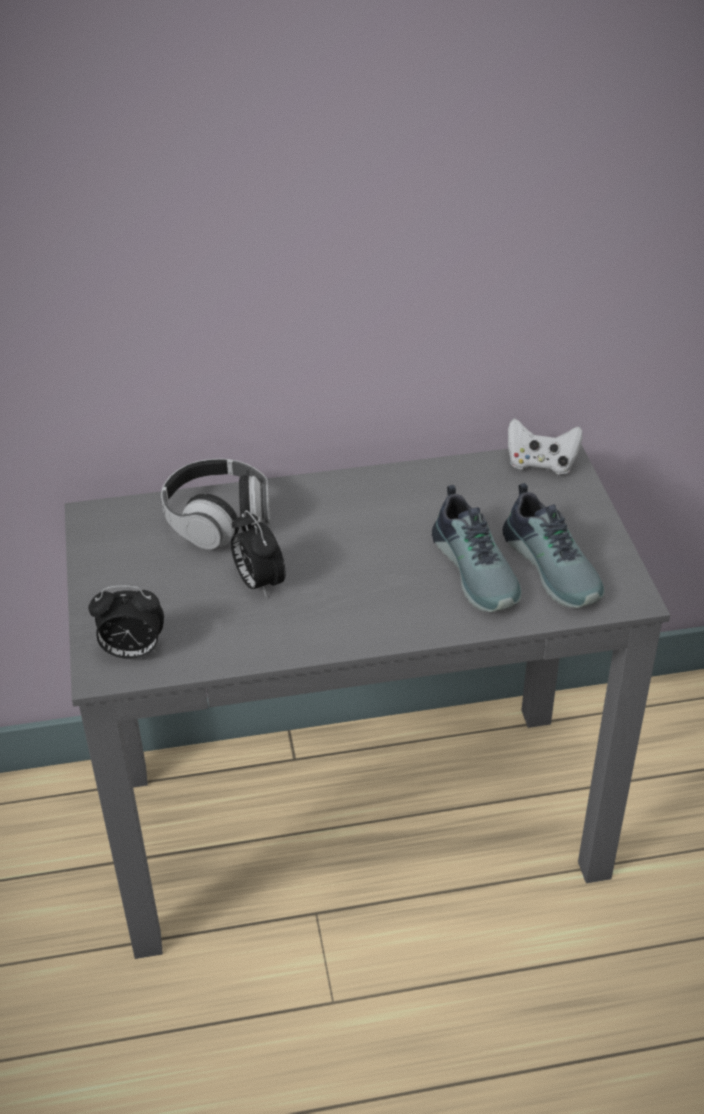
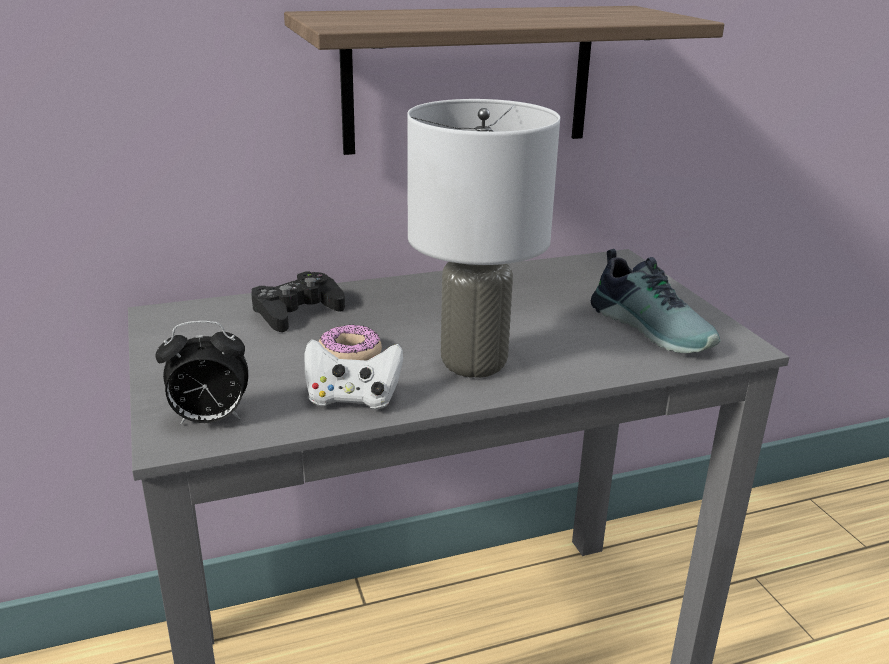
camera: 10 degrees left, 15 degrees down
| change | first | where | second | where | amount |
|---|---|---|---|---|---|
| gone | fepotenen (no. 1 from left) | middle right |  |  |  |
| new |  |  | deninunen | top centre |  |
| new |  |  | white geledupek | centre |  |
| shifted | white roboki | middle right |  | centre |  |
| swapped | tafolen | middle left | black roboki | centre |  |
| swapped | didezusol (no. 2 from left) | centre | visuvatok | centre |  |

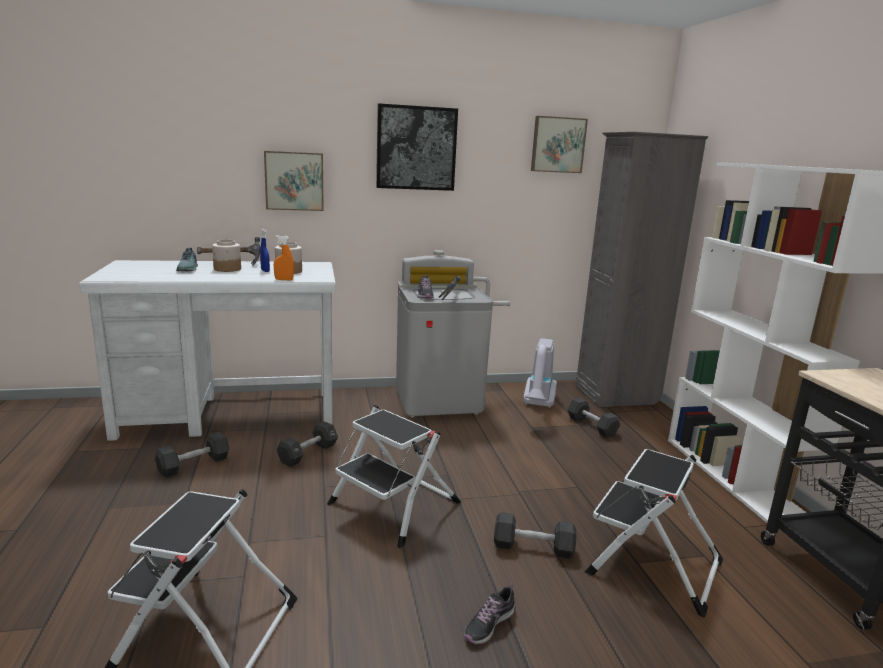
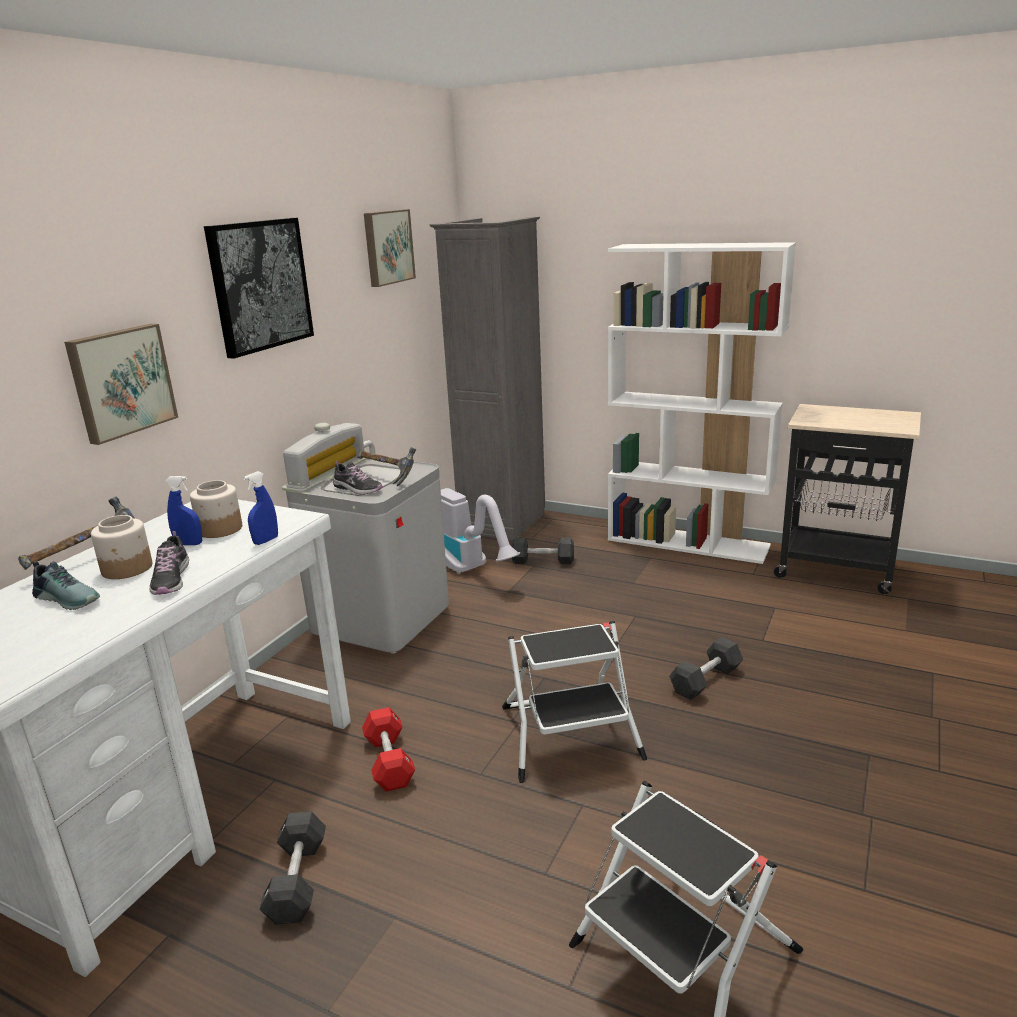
camera: 50 degrees left, 5 degrees up
| change | first | where | second | where | amount |
|---|---|---|---|---|---|
| gone | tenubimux (no. 3 from left) | bottom right |  |  |  |
| shifted | fepotenen (no. 3 from left in the first image) | bottom centre | fepotenen (no. 2 from left) | middle left |  |
| repainted | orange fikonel | middle left | blue fikonel (no. 2 from left) | middle left |  |
| repainted | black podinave (no. 2 from left) | centre | red podinave | bottom centre |  |

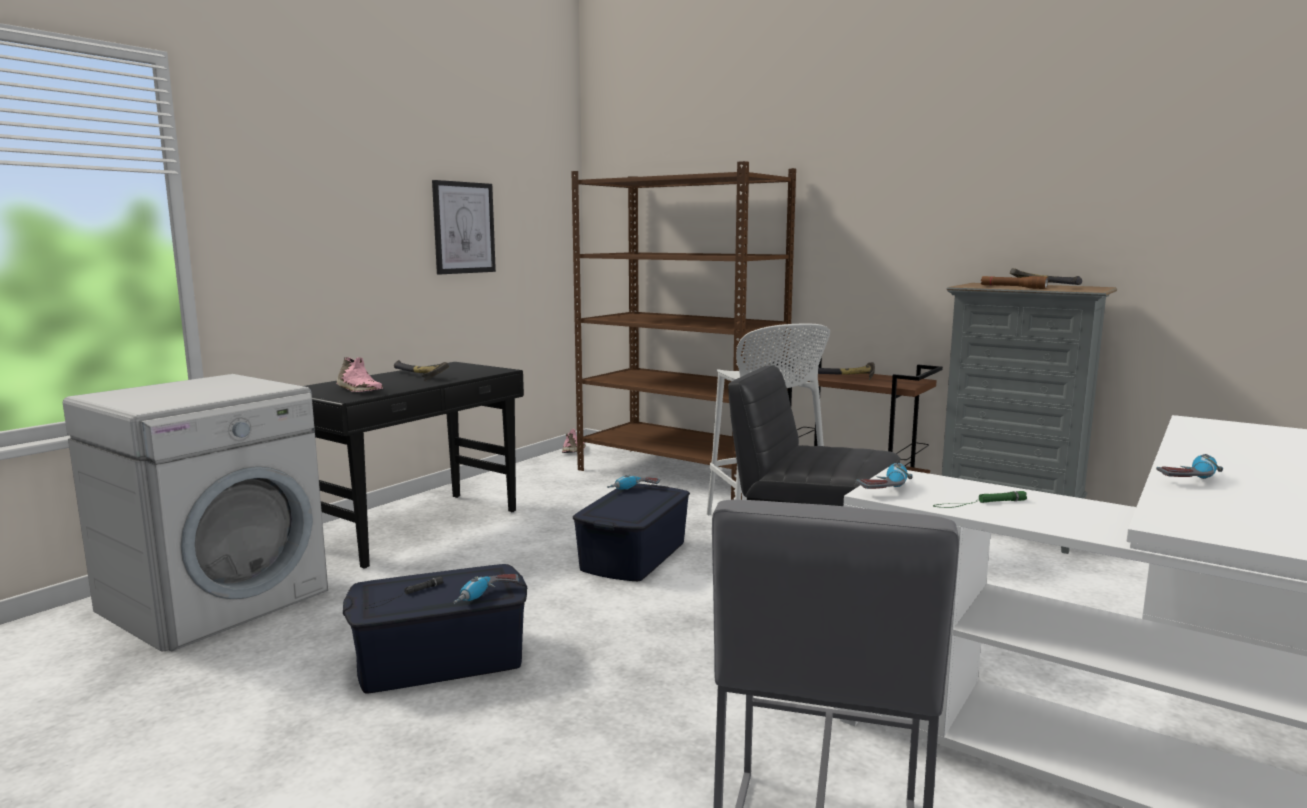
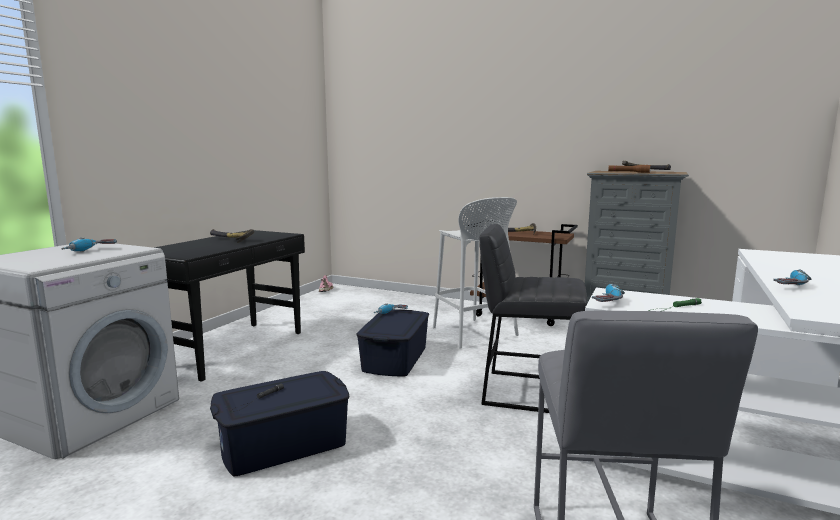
camera: 10 degrees left, 0 degrees up
| change | first | where | second | where | amount |
|---|---|---|---|---|---|
| gone | pink fepotenen (no. 1 from left) | middle left |  |  |  |
| gone | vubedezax | top centre |  |  |  |
| gone | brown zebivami | centre |  |  |  |
| shifted | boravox (no. 1 from left) | bottom centre |  | middle left |  |

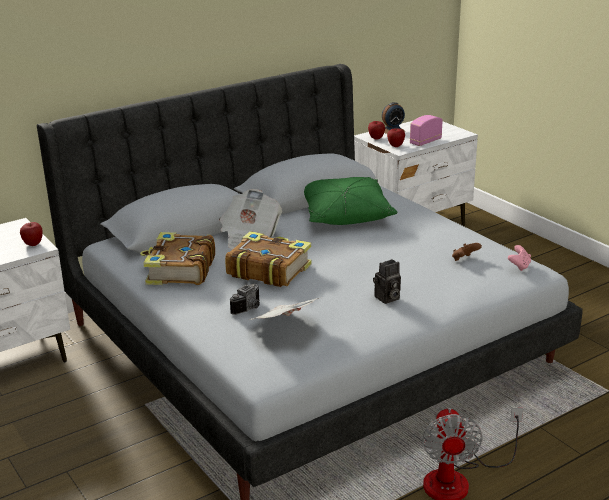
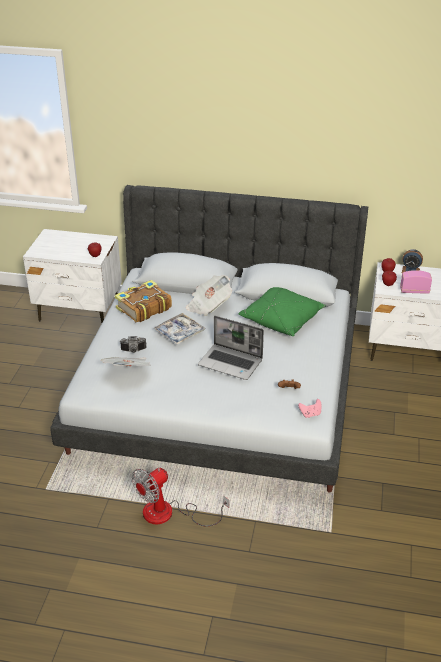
camera: 45 degrees right, 10 degrees up
| change | first | where | second | where | amount |
|---|---|---|---|---|---|
| gone | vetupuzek (no. 2 from left) | centre |  |  |  |
| new |  |  | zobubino | centre |  |
| swapped | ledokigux (no. 2 from left) | centre | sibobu | centre |  |

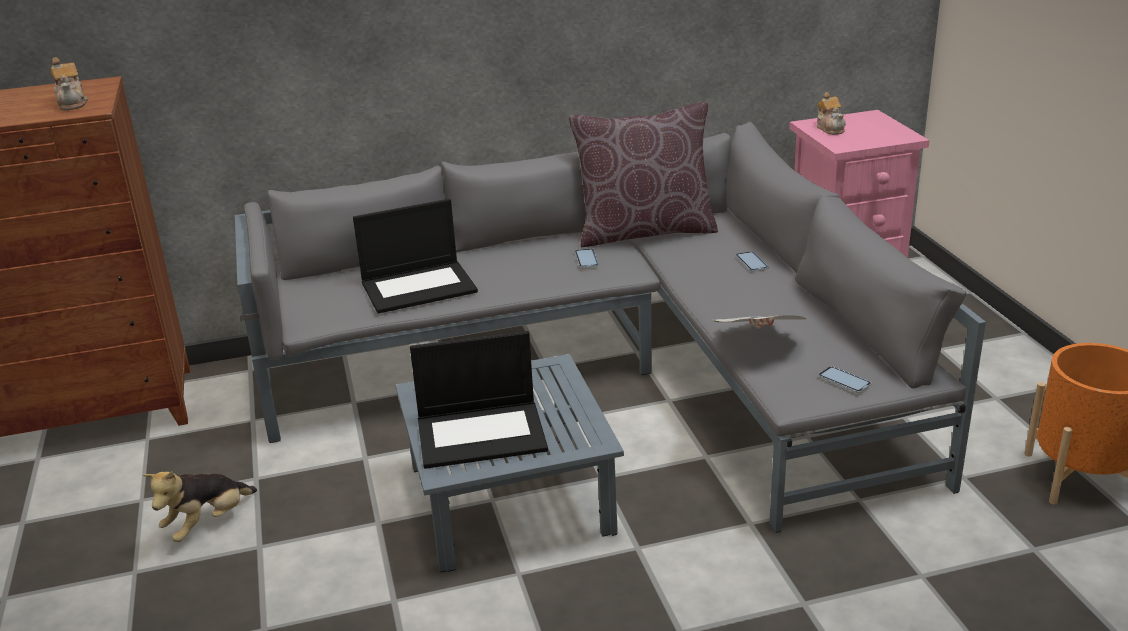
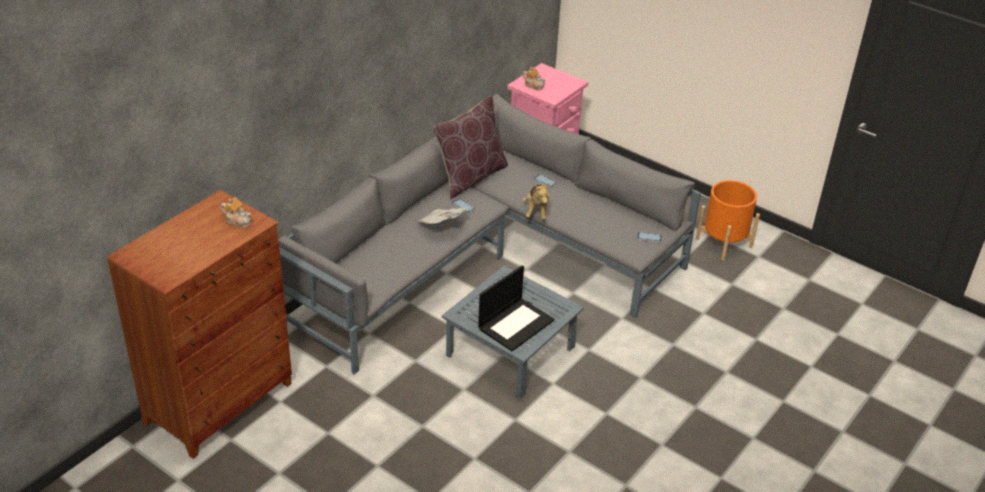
camera: 40 degrees left, 10 degrees up
| change | first | where | second | where | amount |
|---|---|---|---|---|---|
| gone | zobubino (no. 1 from left) | centre |  |  |  |
| shifted | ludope | bottom left |  | centre |  |
| shifted | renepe | middle right |  | centre |  |

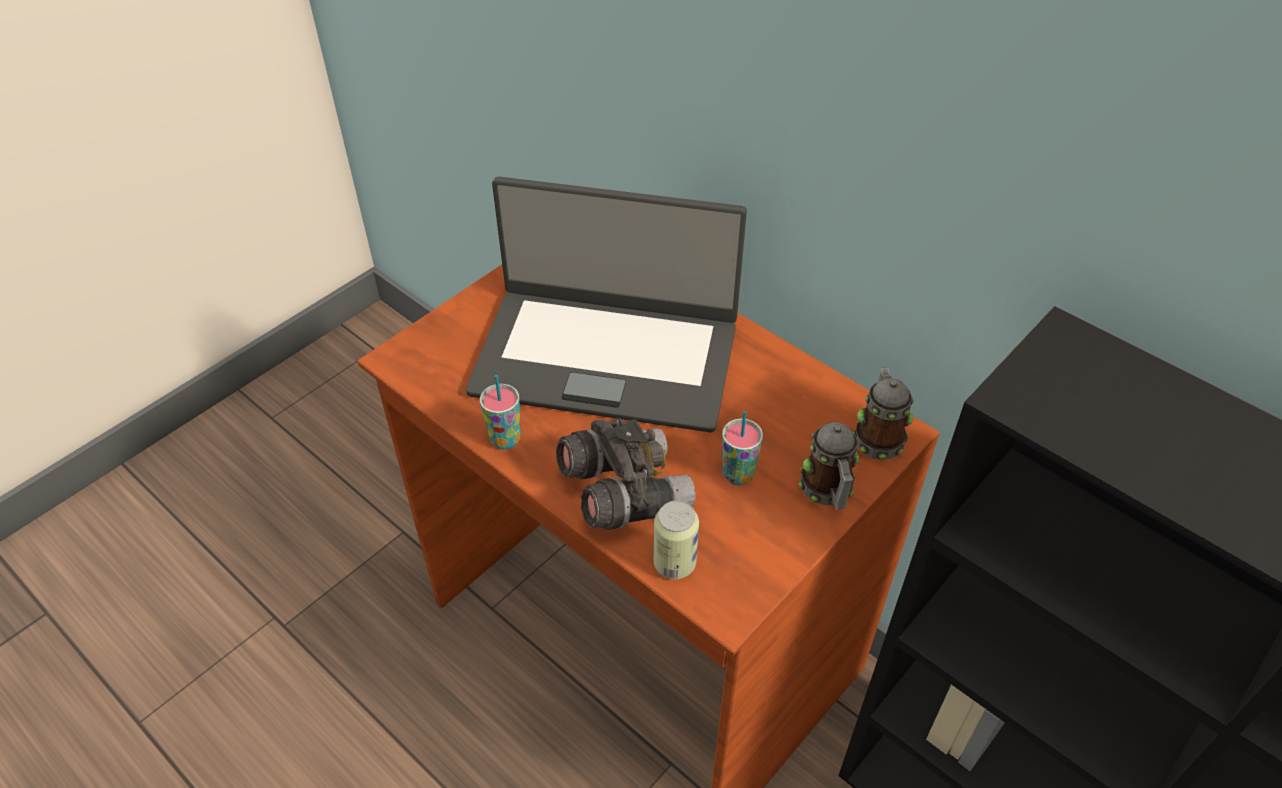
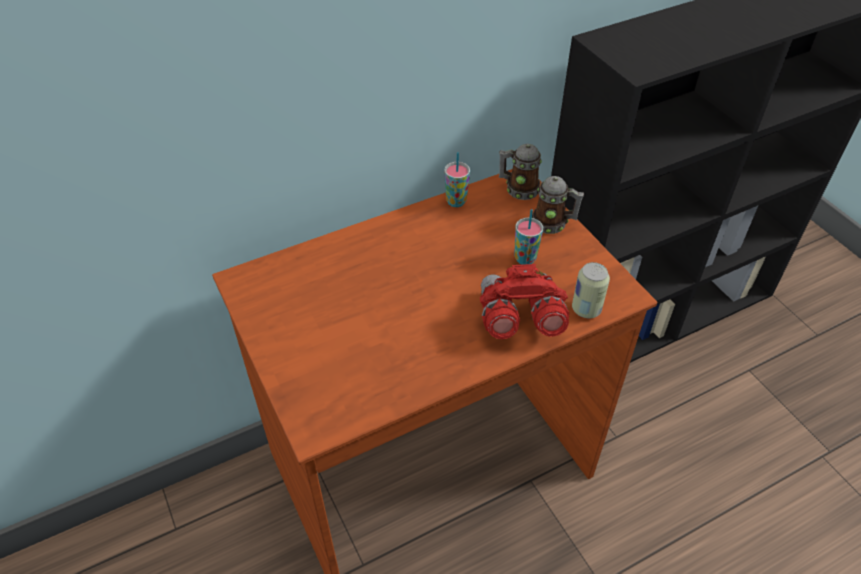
camera: 70 degrees left, 0 degrees up
| change | first | where | second | where | amount |
|---|---|---|---|---|---|
| gone | zobubino | centre |  |  |  |
| shifted | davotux (no. 1 from left) | centre |  | top centre |  |
| repainted | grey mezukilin | centre | red mezukilin | centre |  |

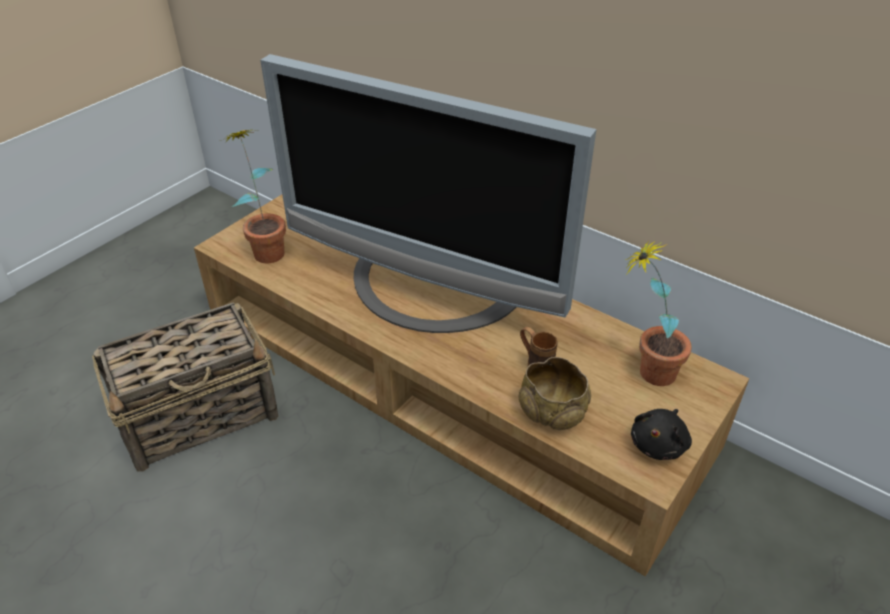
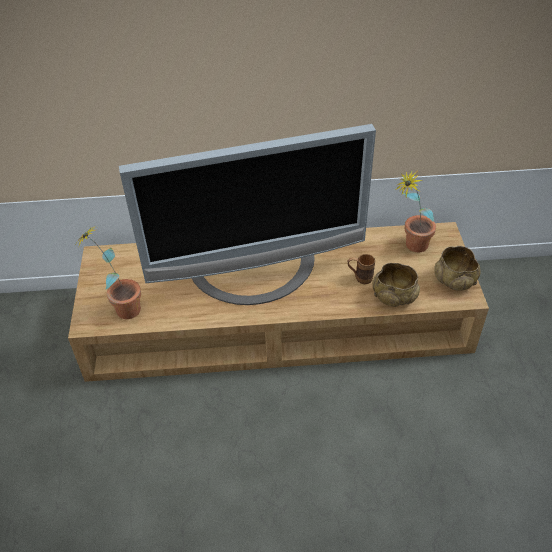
camera: 40 degrees left, 5 degrees up
| change | first | where | second | where | amount |
|---|---|---|---|---|---|
| gone | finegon | middle left |  |  |  |
| swapped | black ludope | bottom right | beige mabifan (no. 2 from left) | middle right |  |

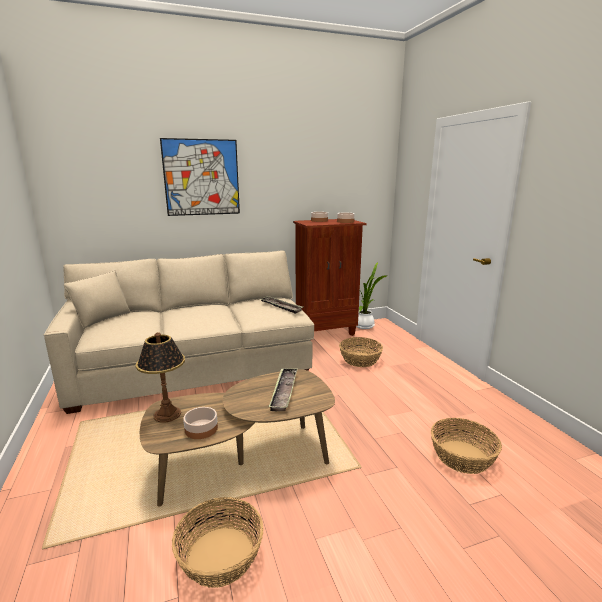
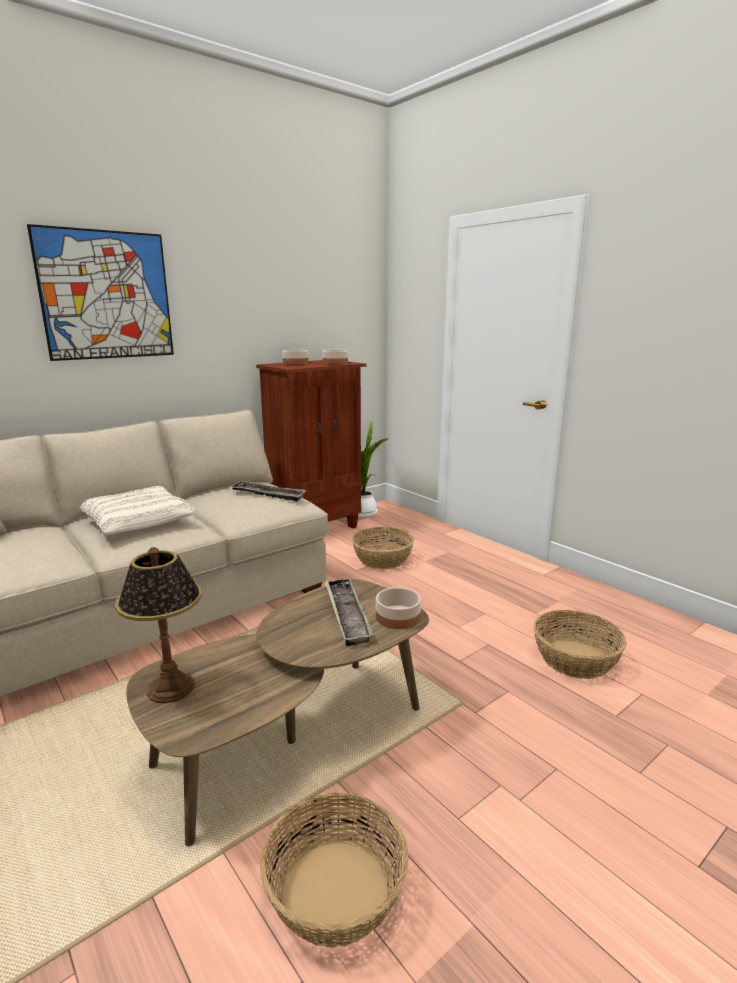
camera: 20 degrees left, 0 degrees up
| change | first | where | second | where | amount |
|---|---|---|---|---|---|
| new |  |  | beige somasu | middle left |  |
| shifted | mabifan (no. 1 from left in the first image) | bottom left | mabifan (no. 3 from left) | centre |  |

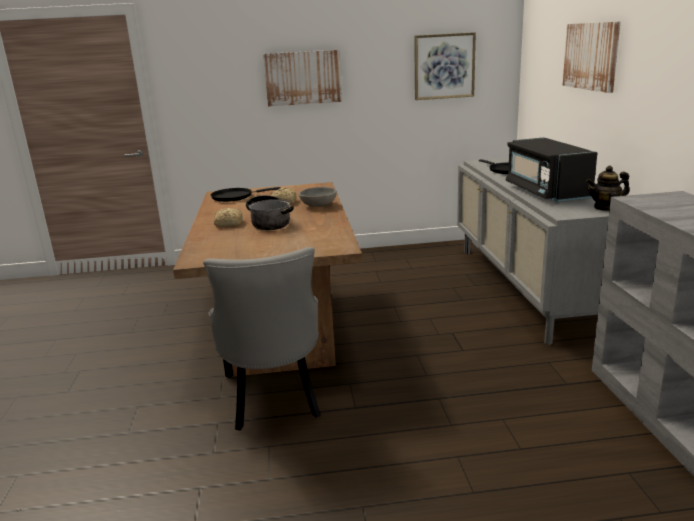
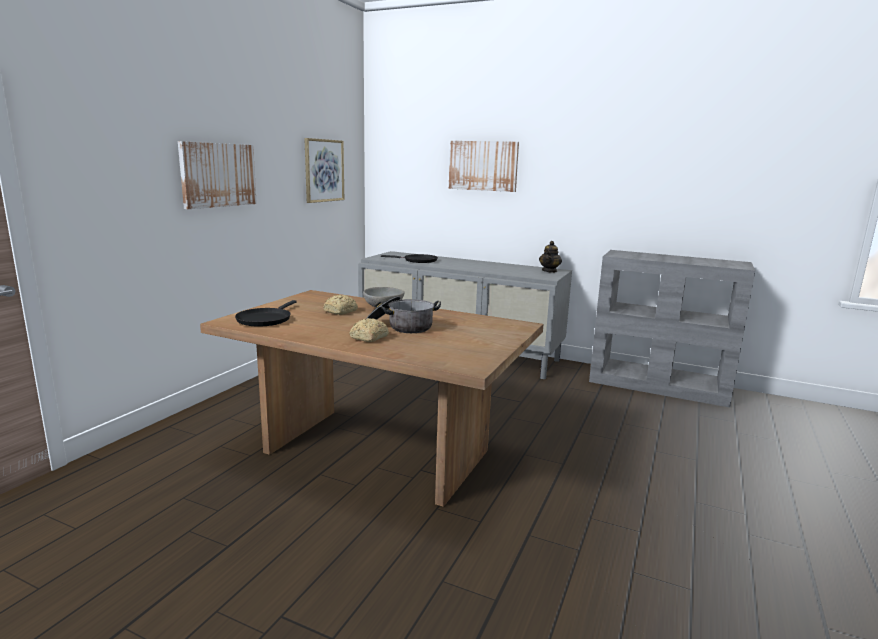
camera: 60 degrees left, 5 degrees down
| change | first | where | second | where | amount |
|---|---|---|---|---|---|
| gone | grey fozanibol | centre |  |  |  |
| gone | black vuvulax | top right |  |  |  |

